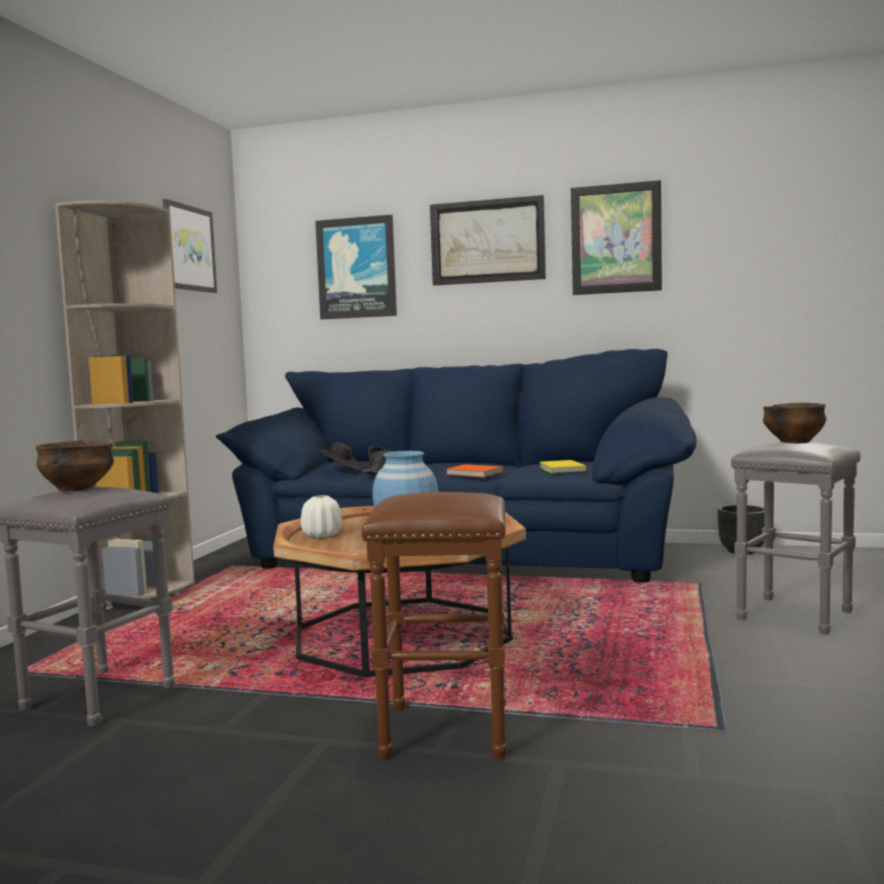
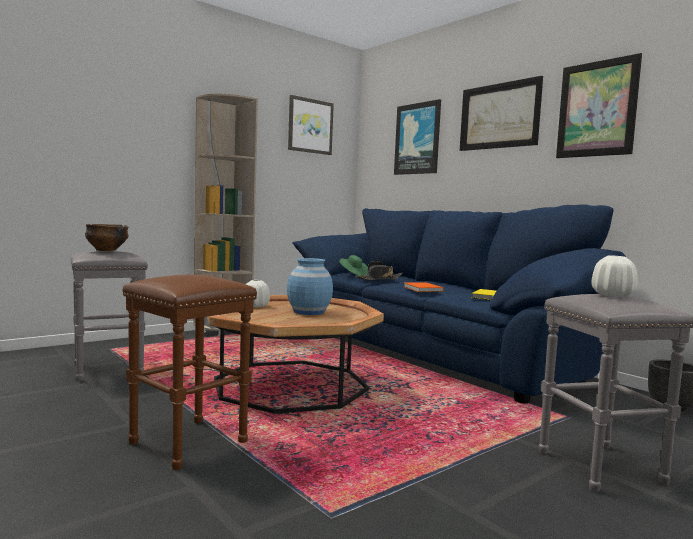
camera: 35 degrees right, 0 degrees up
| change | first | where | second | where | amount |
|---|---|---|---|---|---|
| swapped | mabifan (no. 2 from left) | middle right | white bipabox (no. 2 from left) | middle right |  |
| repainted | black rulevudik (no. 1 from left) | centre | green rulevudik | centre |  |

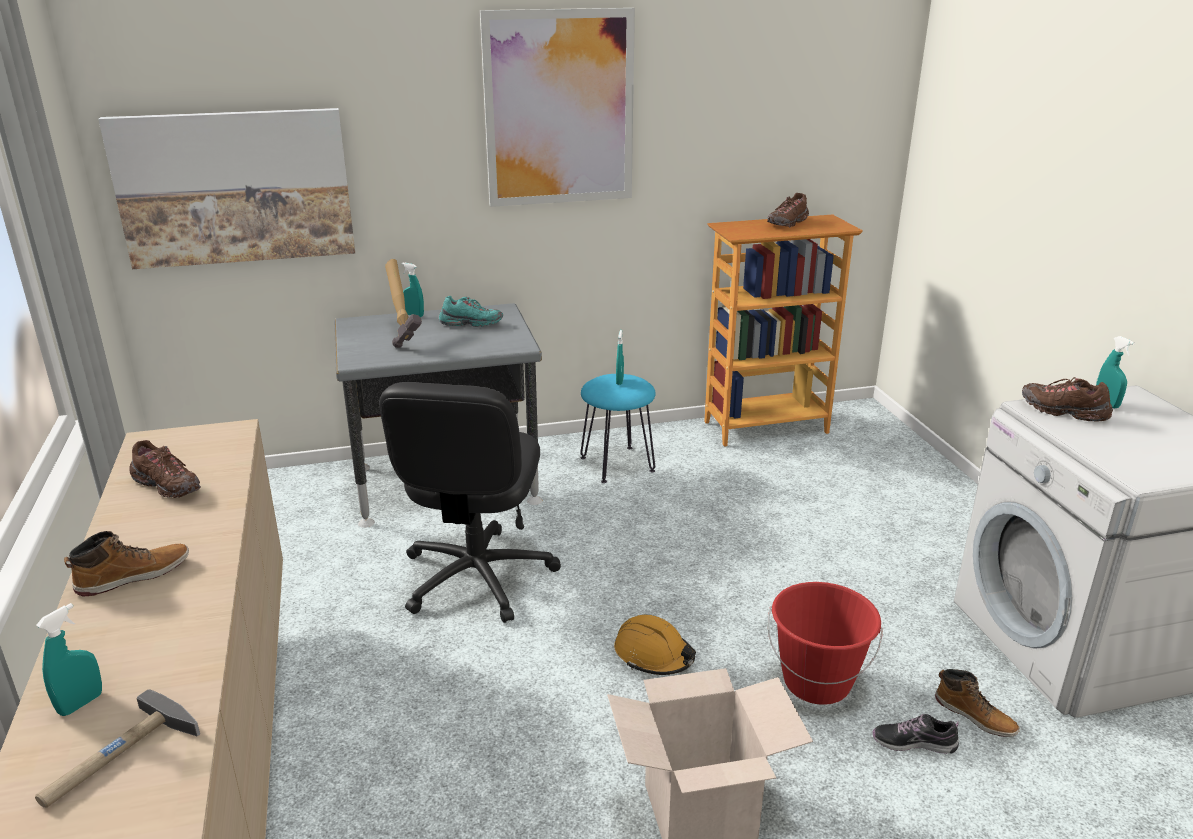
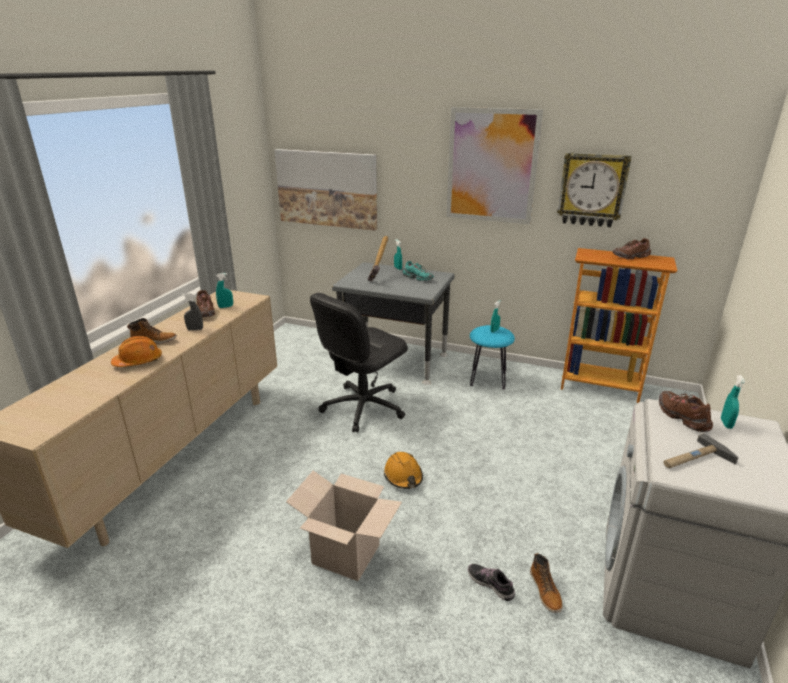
camera: 35 degrees right, 0 degrees up
| change | first | where | second | where | amount |
|---|---|---|---|---|---|
| gone | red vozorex | bottom right |  |  |  |
| new |  |  | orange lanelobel (no. 1 from left) | middle left |  |
| new |  |  | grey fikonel | middle left |  |
| new |  |  | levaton | top right |  |
| shifted | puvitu (no. 1 from left in the first image) | bottom left | puvitu (no. 2 from left) | middle right |  |
| shifted | turquoise fikonel (no. 1 from left) | bottom left |  | middle left |  |

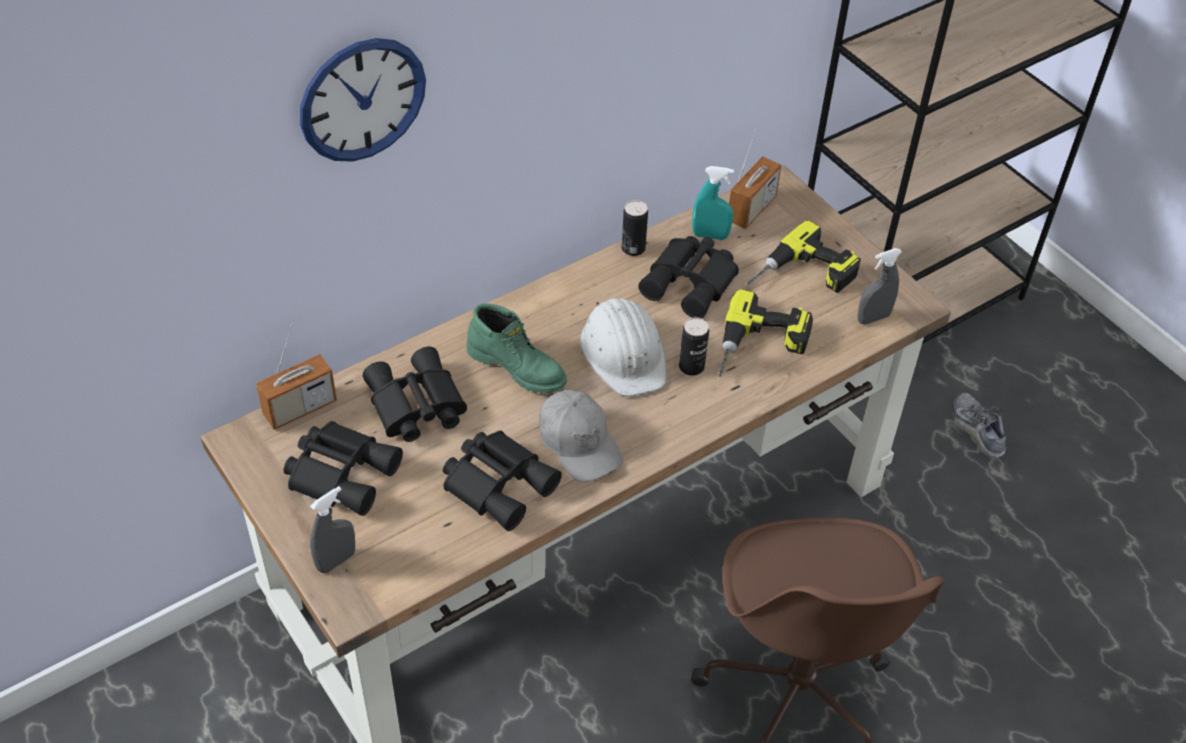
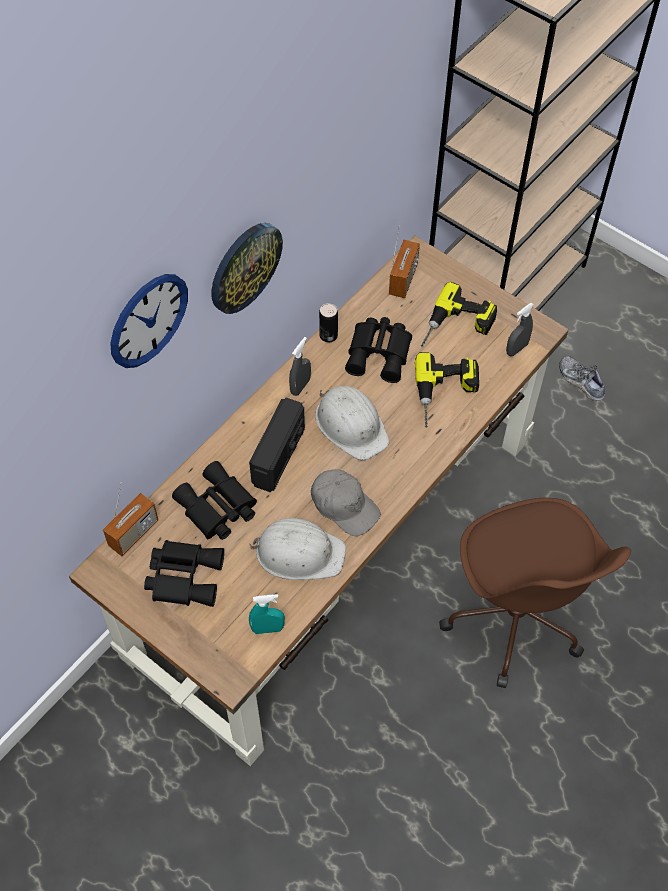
camera: 15 degrees left, 10 degrees up
| change | first | where | second | where | amount |
|---|---|---|---|---|---|
| gone | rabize (no. 2 from left) | centre |  |  |  |
| new |  |  | levaton (no. 2 from left) | top centre |  |
| shifted | grey fikonel (no. 1 from left) | bottom left |  | centre |  |
| shifted | turquoise fikonel | top centre |  | bottom centre |  |
| swapped | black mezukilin (no. 3 from left) | centre | white lanelobel (no. 1 from left) | centre |  |
| swapped | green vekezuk | centre | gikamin (no. 2 from left) | centre |  |

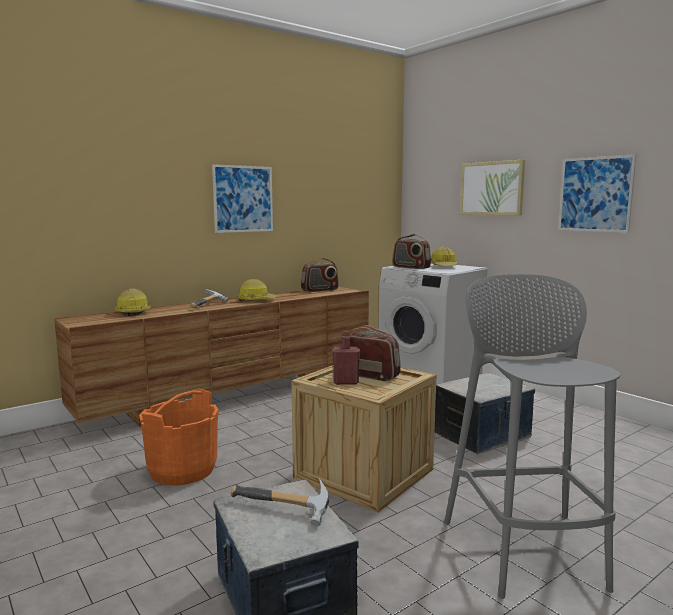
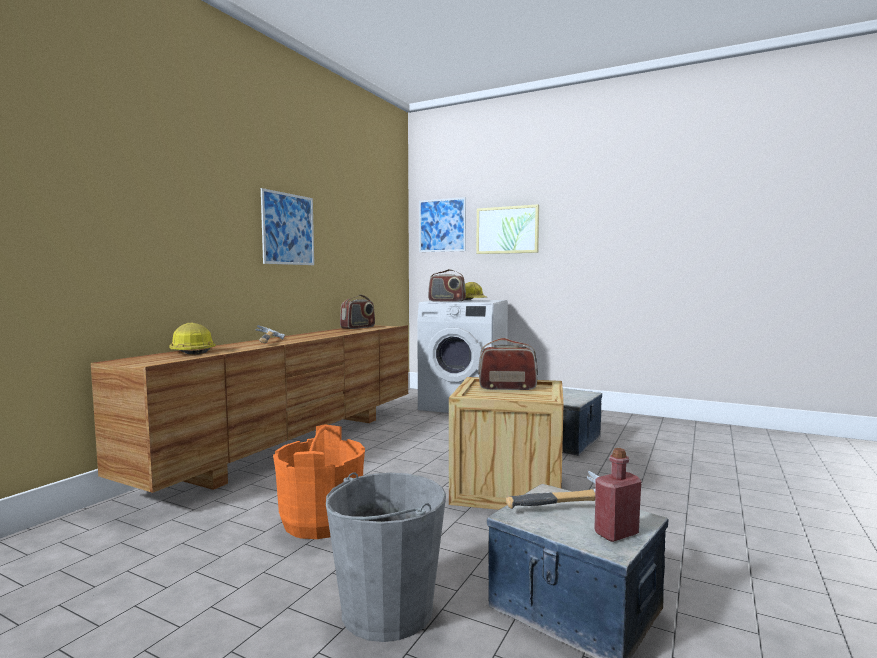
camera: 25 degrees left, 5 degrees down
| change | first | where | second | where | amount |
|---|---|---|---|---|---|
| gone | lanelobel (no. 2 from left) | centre |  |  |  |
| gone | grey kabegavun | bottom right |  |  |  |
| new |  |  | grey vozorex | bottom centre |  |
| shifted | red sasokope | centre |  | bottom right |  |
| shifted | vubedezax (no. 3 from left in the first image) | top right | vubedezax (no. 2 from left) | centre |  |

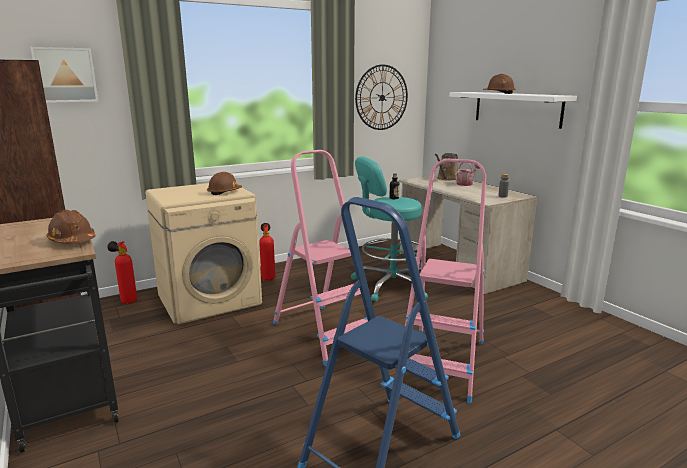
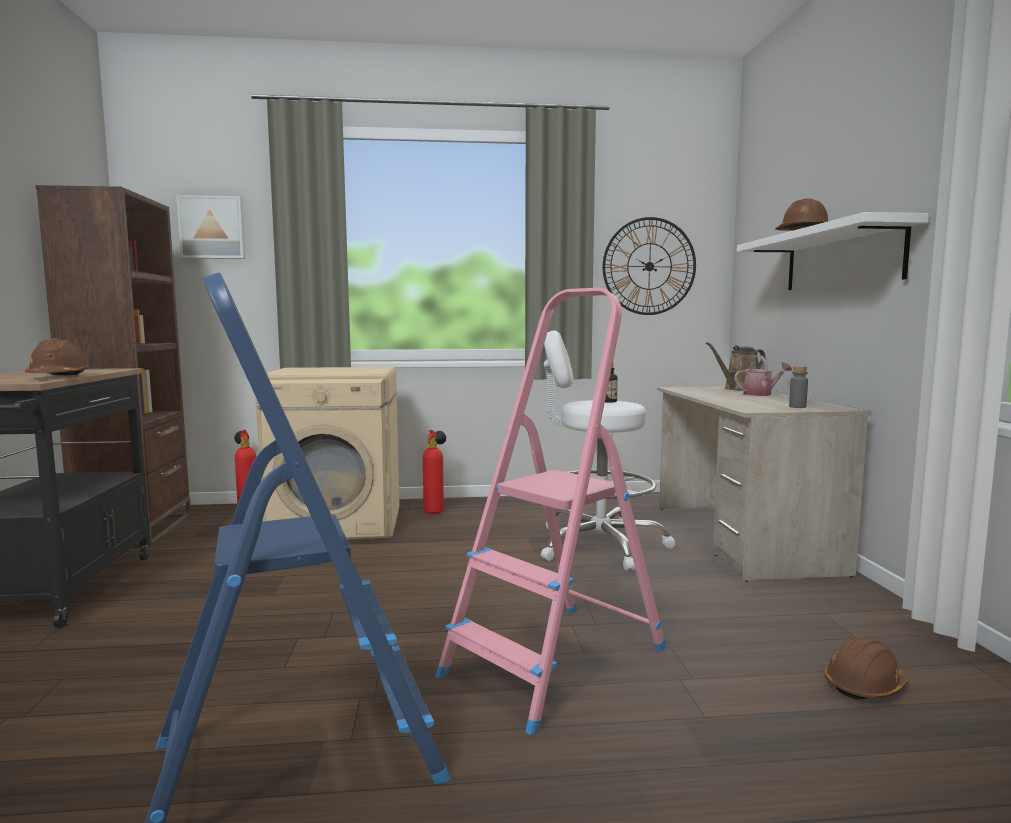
camera: 25 degrees right, 10 degrees down
| change | first | where | second | where | amount |
|---|---|---|---|---|---|
| gone | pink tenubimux (no. 1 from left) | centre |  |  |  |
| shifted | brown lanelobel (no. 2 from left in the first image) | middle left | brown lanelobel (no. 3 from left) | bottom right |  |
| repainted | turquoise kabegavun | centre | white kabegavun | centre |  |

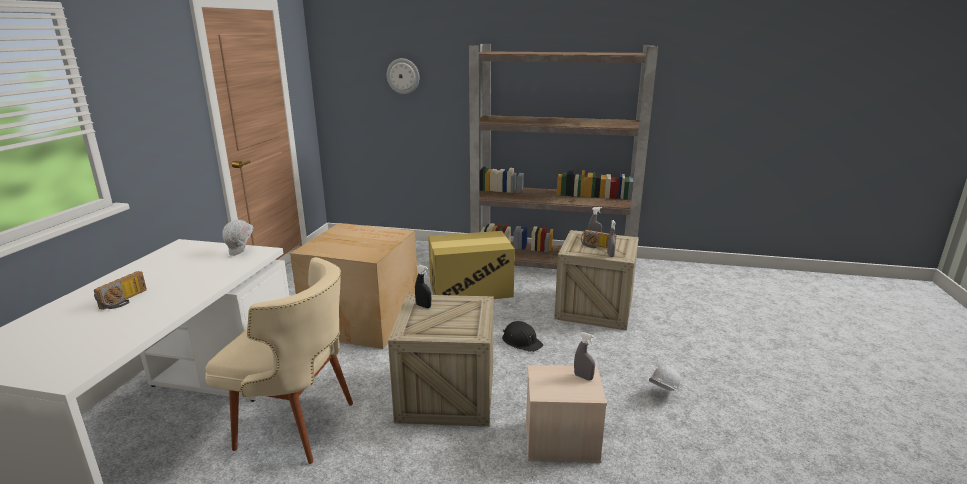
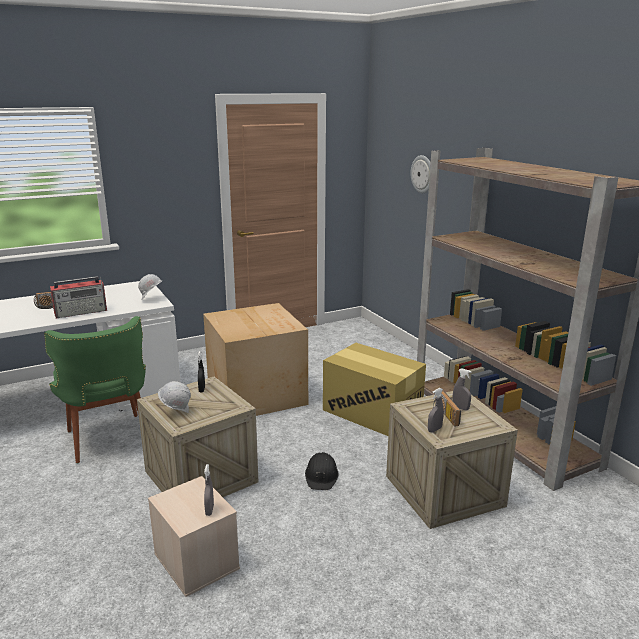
camera: 50 degrees right, 0 degrees up
| change | first | where | second | where | amount |
|---|---|---|---|---|---|
| new |  |  | gikamin (no. 2 from left) | middle left |  |
| shifted | white lanelobel (no. 2 from left) | bottom right |  | middle left |  |
| repainted | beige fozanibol | bottom left | green fozanibol | middle left |  |

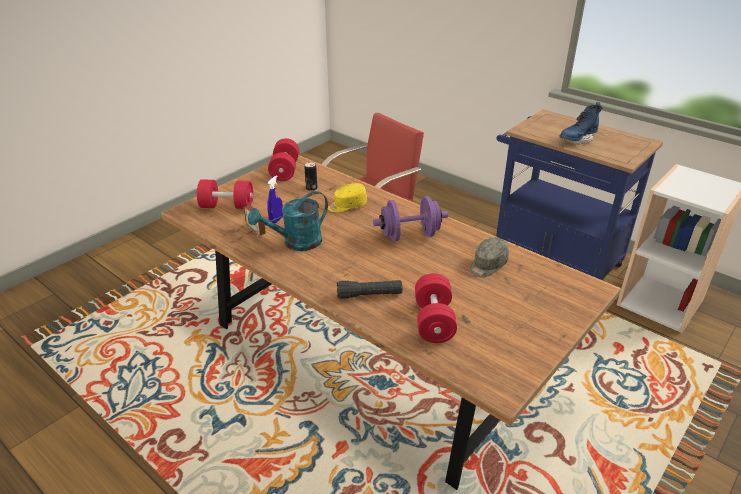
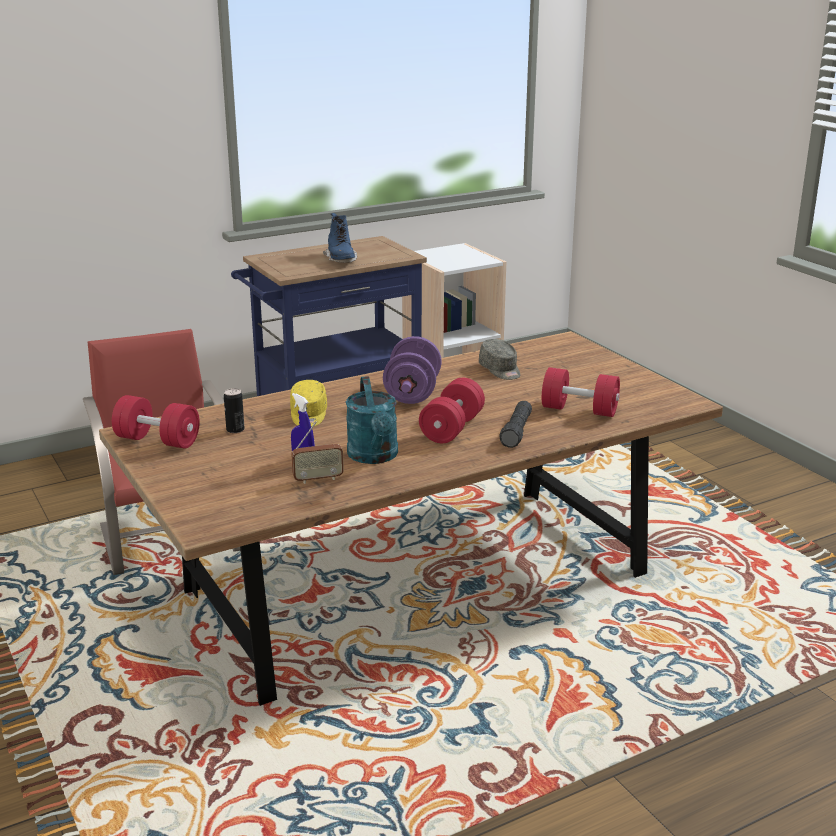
camera: 70 degrees left, 10 degrees down
| change | first | where | second | where | amount |
|---|---|---|---|---|---|
| shifted | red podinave (no. 1 from left in the first image) | middle left | red podinave (no. 2 from left) | centre |  |

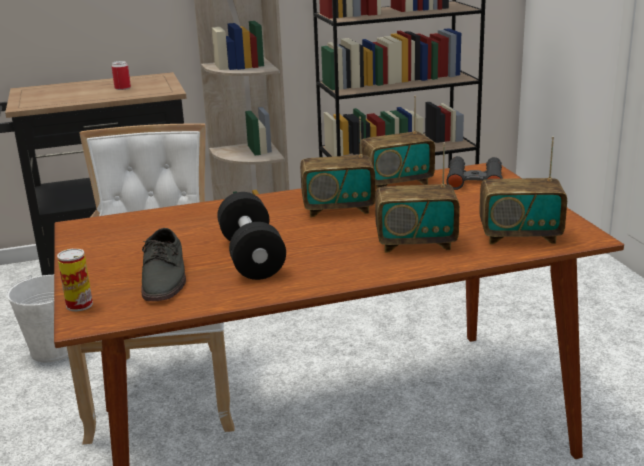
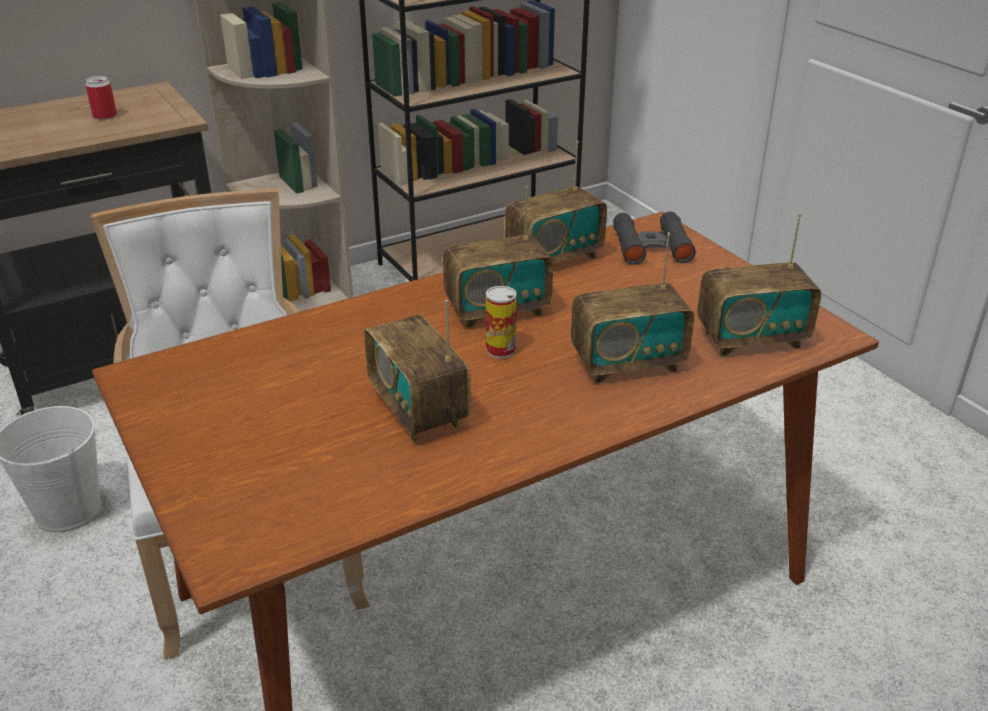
camera: 15 degrees left, 10 degrees up
| change | first | where | second | where | amount |
|---|---|---|---|---|---|
| gone | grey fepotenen | middle left |  |  |  |
| shifted | rabize (no. 1 from left in the first image) | middle left | rabize (no. 2 from left) | centre |  |
| swapped | black podinave | centre | gikamin (no. 1 from left) | centre |  |

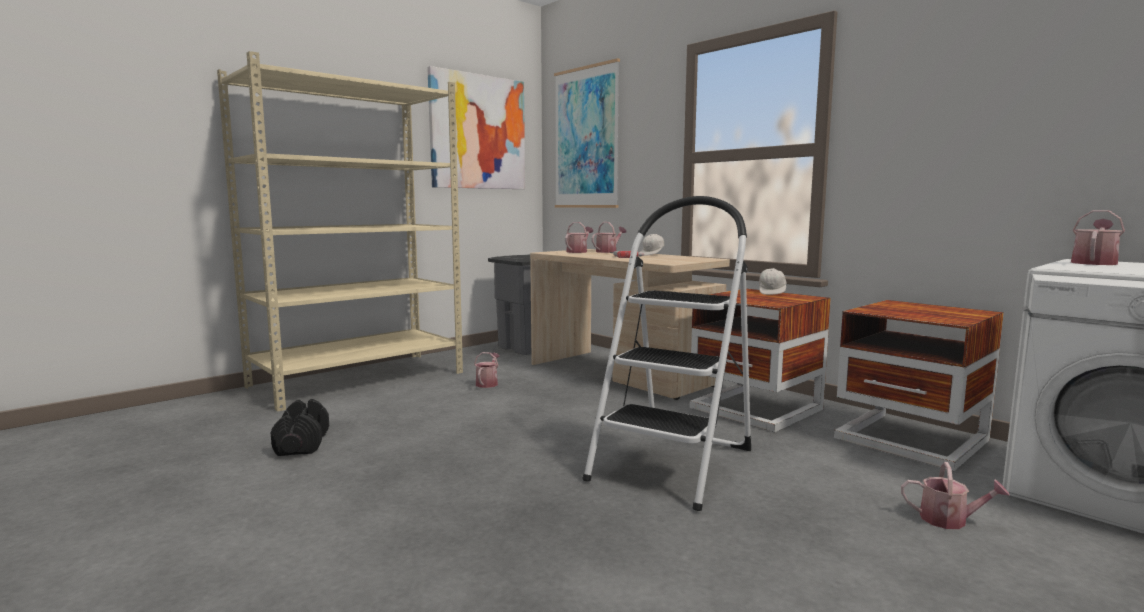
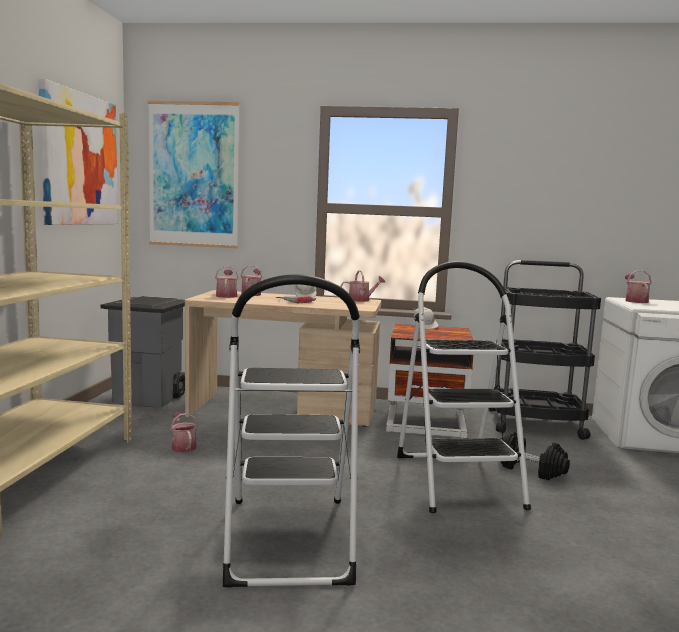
camera: 40 degrees left, 0 degrees up
| change | first | where | second | where | amount |
|---|---|---|---|---|---|
| new |  |  | tenubimux (no. 1 from left) | bottom centre |  |
| shifted | black podinave | bottom left |  | bottom right |  |
| shifted | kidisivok (no. 4 from left) | bottom right |  | centre |  |
| swapped | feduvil (no. 2 from left) | middle right | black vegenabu | middle right |  |

